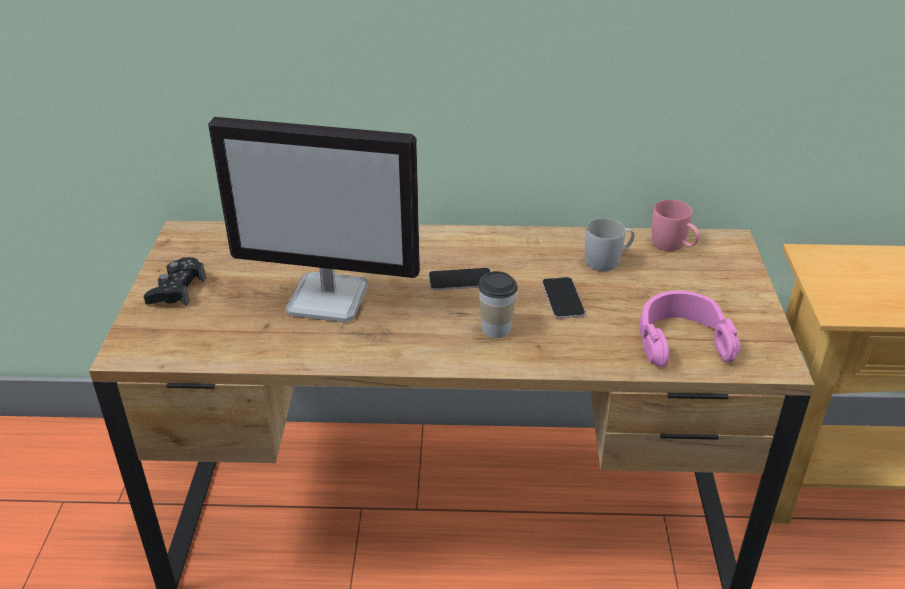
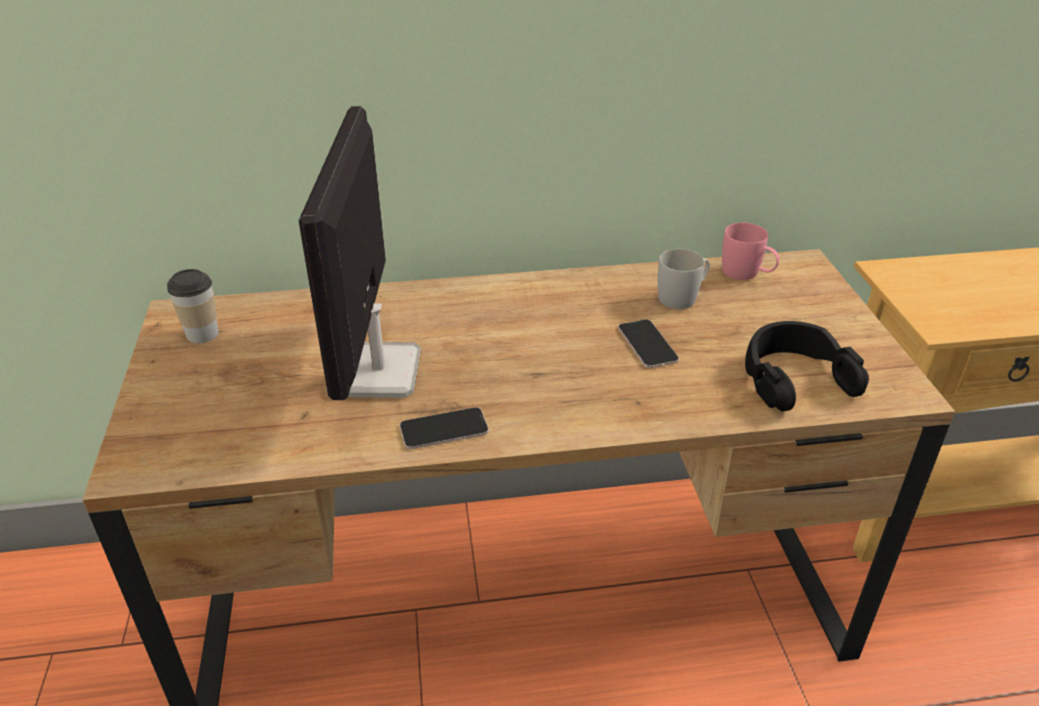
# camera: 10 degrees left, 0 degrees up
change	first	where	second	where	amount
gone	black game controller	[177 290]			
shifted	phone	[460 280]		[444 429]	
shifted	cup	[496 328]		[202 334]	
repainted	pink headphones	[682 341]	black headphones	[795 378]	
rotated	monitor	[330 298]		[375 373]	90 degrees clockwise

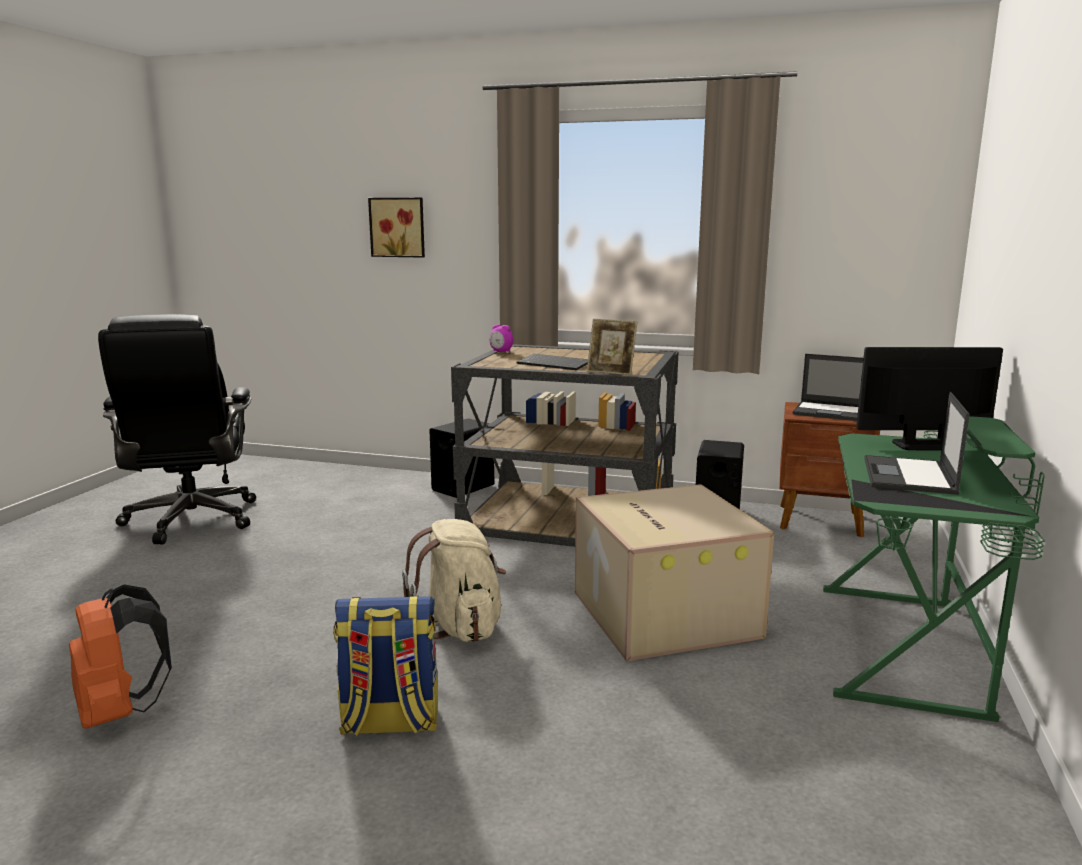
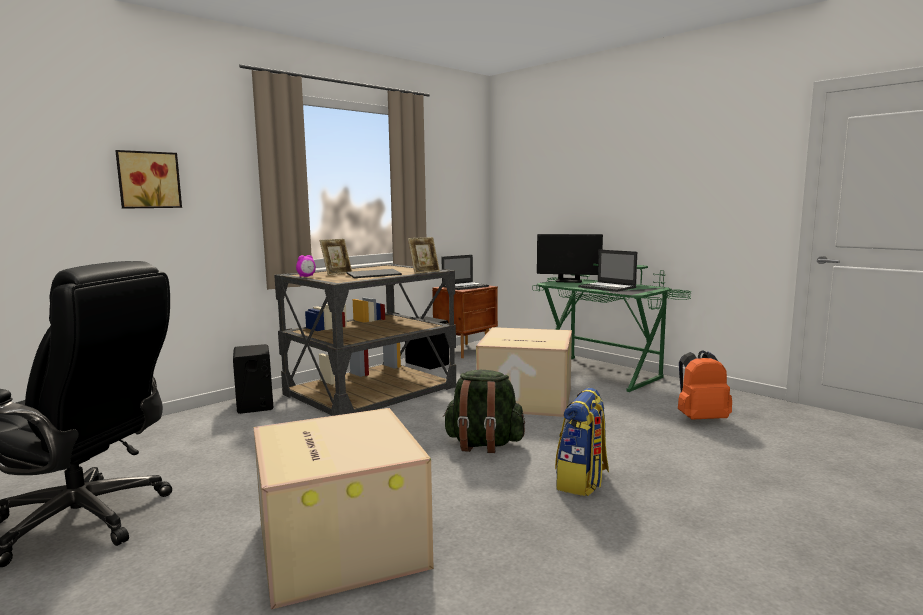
# camera: 60 degrees left, 5 degrees down
change	first	where	second	where	amount
new			cardboard box	[338 544]	
new			picture frame	[337 273]	
shifted	orange backpack	[120 711]		[700 419]	
repainted	beige backpack	[460 626]	green backpack	[483 444]	
rotated	monitor	[923 445]		[568 281]	105 degrees counterclockwise

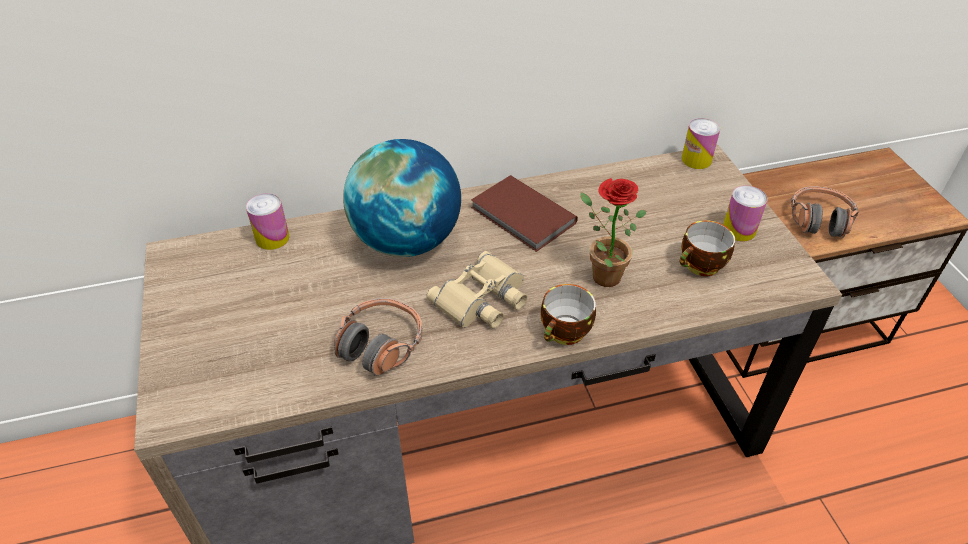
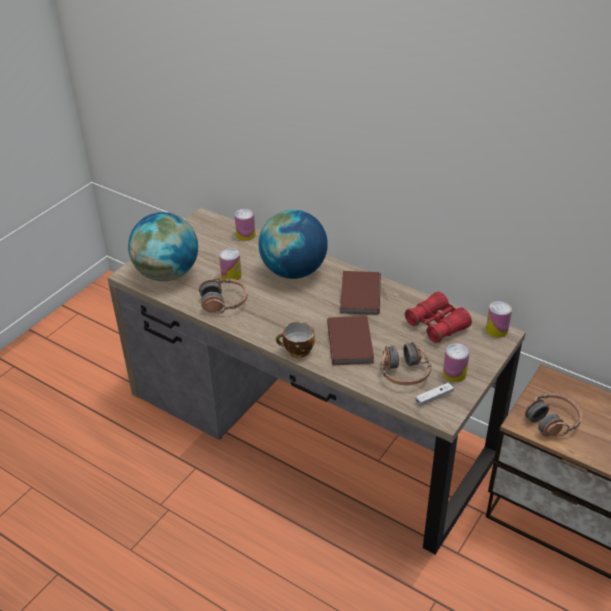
# camera: 50 degrees right, 5 degrees down
change	first	where	second	where	amount
gone	beige binoculars	[483 299]			
new			globe	[167 273]	
new			can	[231 275]	
new			red binoculars	[437 325]	
new			white game controller	[434 397]	
swapped	potted plant	[600 274]	brown book	[351 341]	
swapped	cup	[701 266]	headphones	[404 373]	

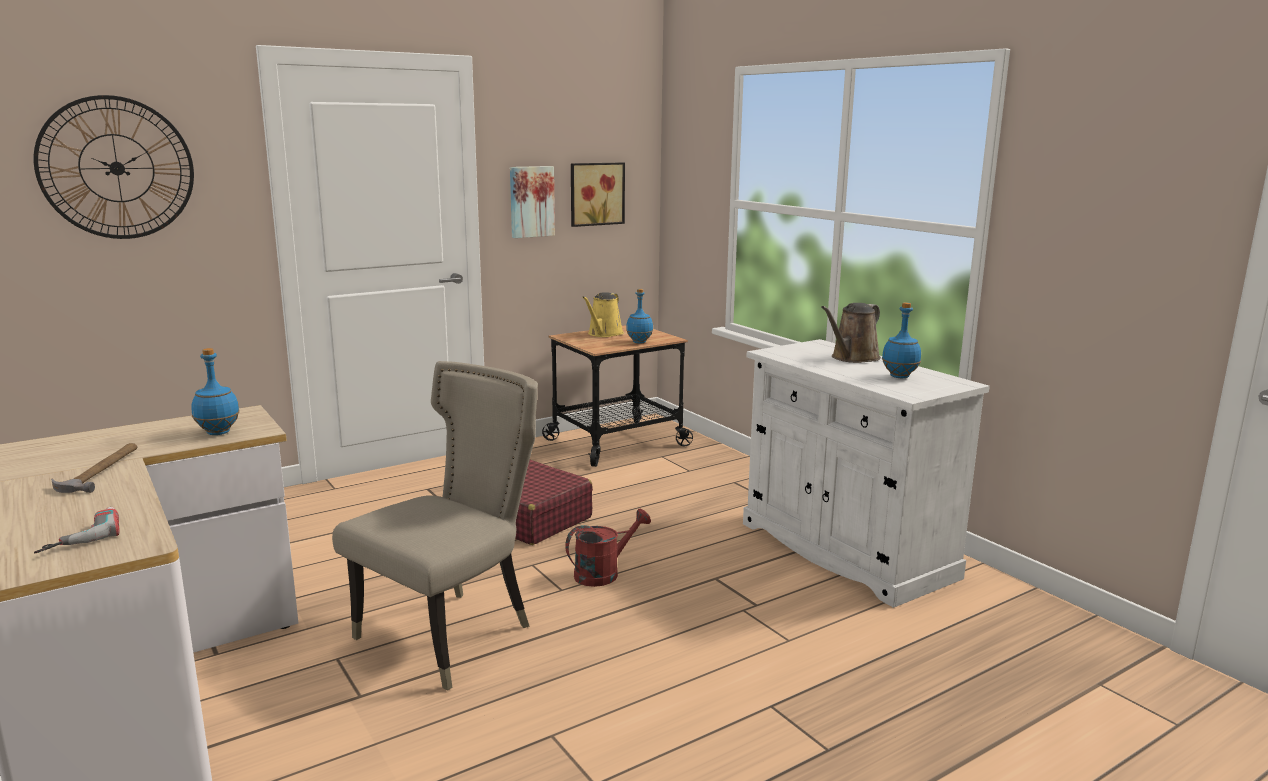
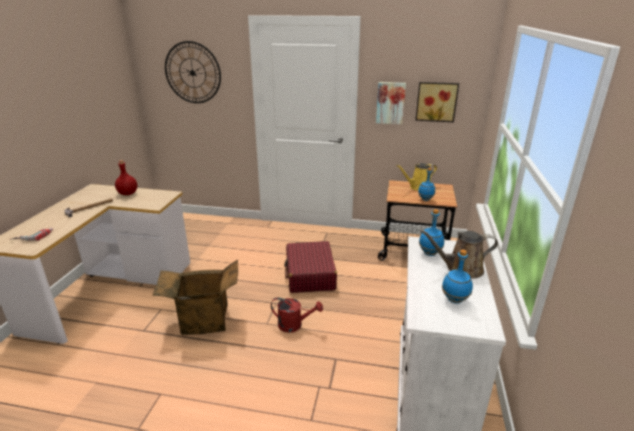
# camera: 45 degrees right, 10 degrees up
change	first	where	second	where	amount
new			red bottle	[128 193]	
shifted	blue bottle	[218 433]		[429 253]	
swapped	beige chair	[452 633]	cardboard box	[204 321]	

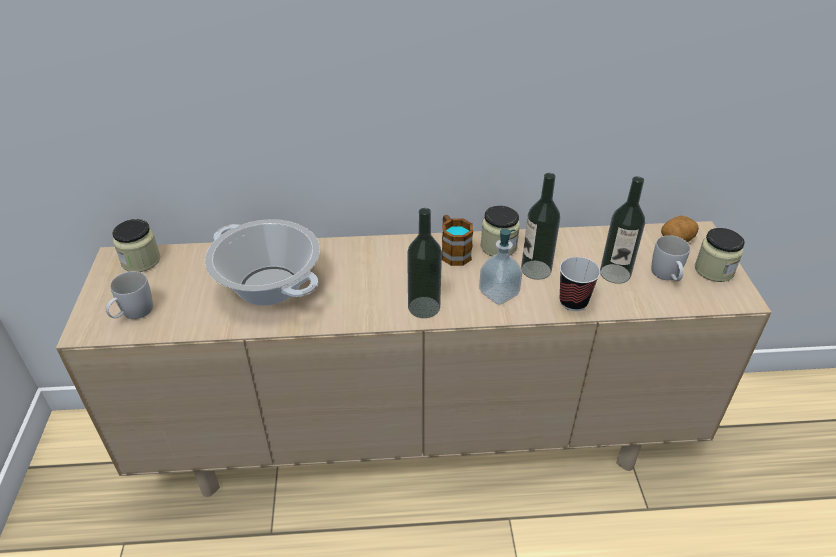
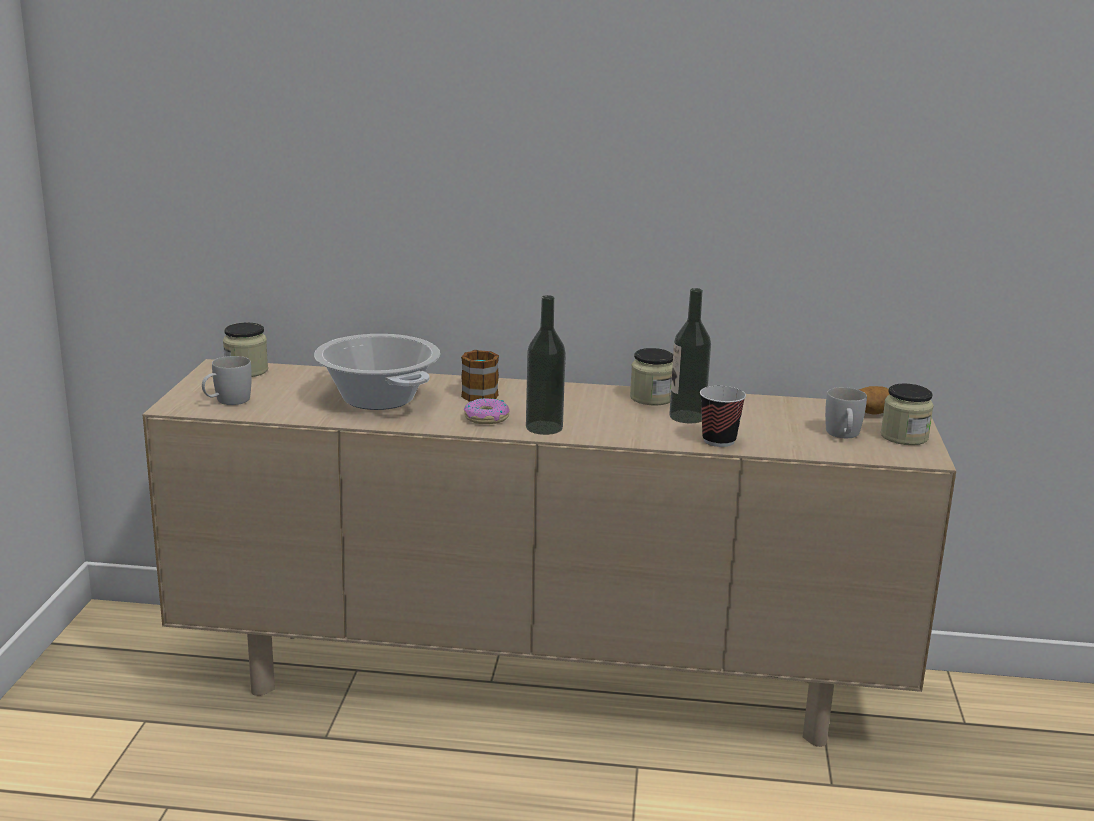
# camera: 10 degrees right, 20 degrees down
change	first	where	second	where	amount
gone	soap dispenser	[499 293]			
gone	bottle	[615 273]			
new			donut	[486 418]	
shifted	mug	[453 251]		[478 393]	

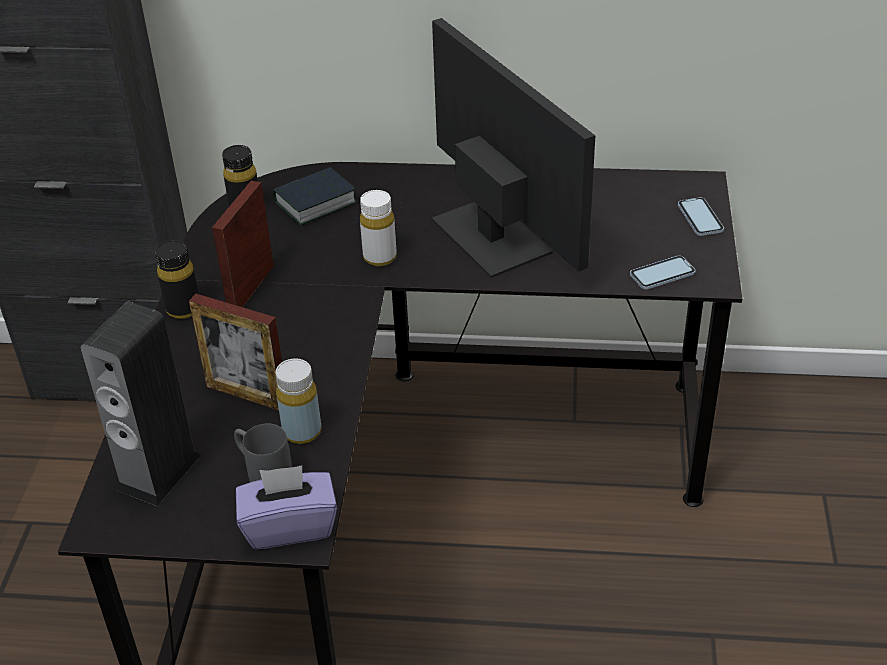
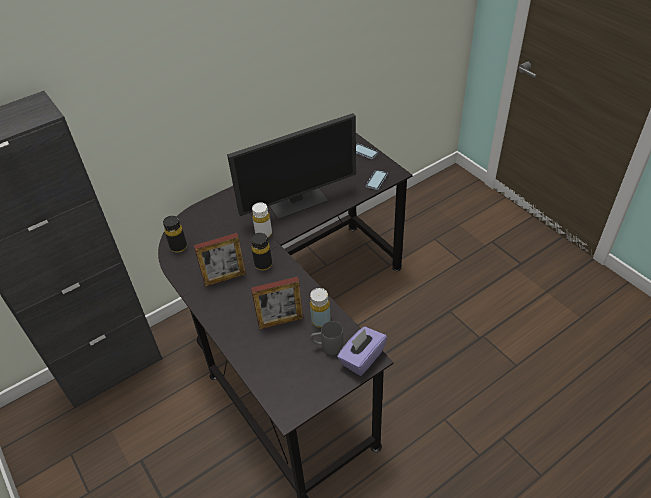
# camera: 40 degrees left, 5 degrees up
change	first	where	second	where	amount
gone	speaker	[158 472]			
gone	book	[315 203]			
shifted	black bottle	[183 309]		[263 264]	
rotated	picture frame	[251 288]		[225 278]	90 degrees counterclockwise
rotated	monitor	[491 235]		[296 200]	135 degrees clockwise

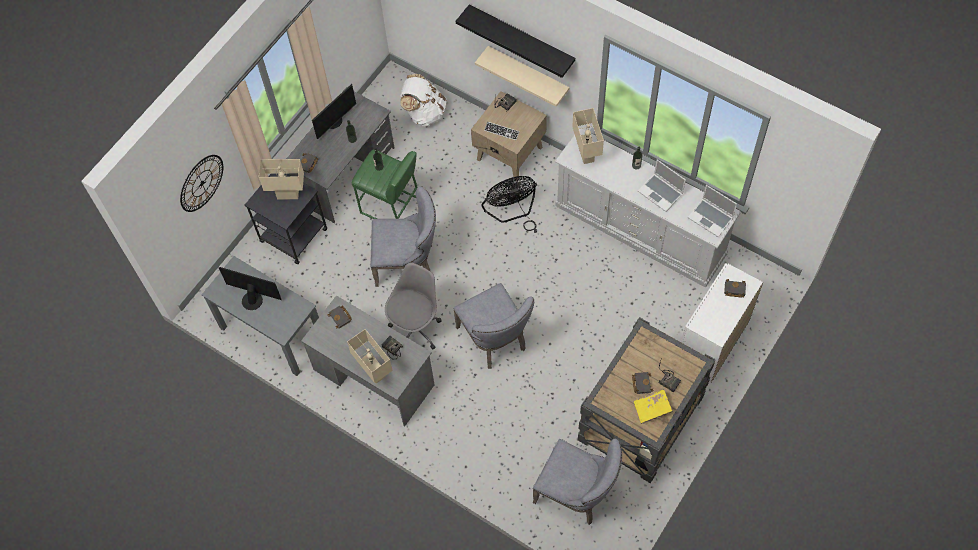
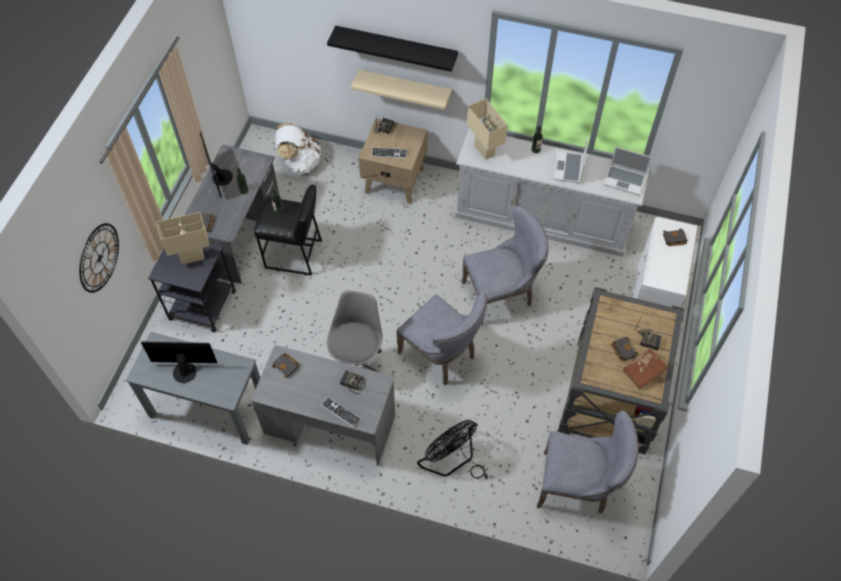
# camera: 20 degrees left, 5 degrees down
change	first	where	second	where	amount
shifted	grey chair	[408 262]		[501 294]	
shifted	black fan	[514 212]		[455 459]	
swapped	beige table lamp	[374 372]	keyboard	[340 412]	
repainted	green stool	[391 206]	black stool	[294 254]	
repainted	yellow book	[652 409]	brown book	[643 372]	
rotated	monitor	[334 121]		[220 178]	135 degrees clockwise
rotated	laptop	[661 193]		[569 168]	75 degrees clockwise

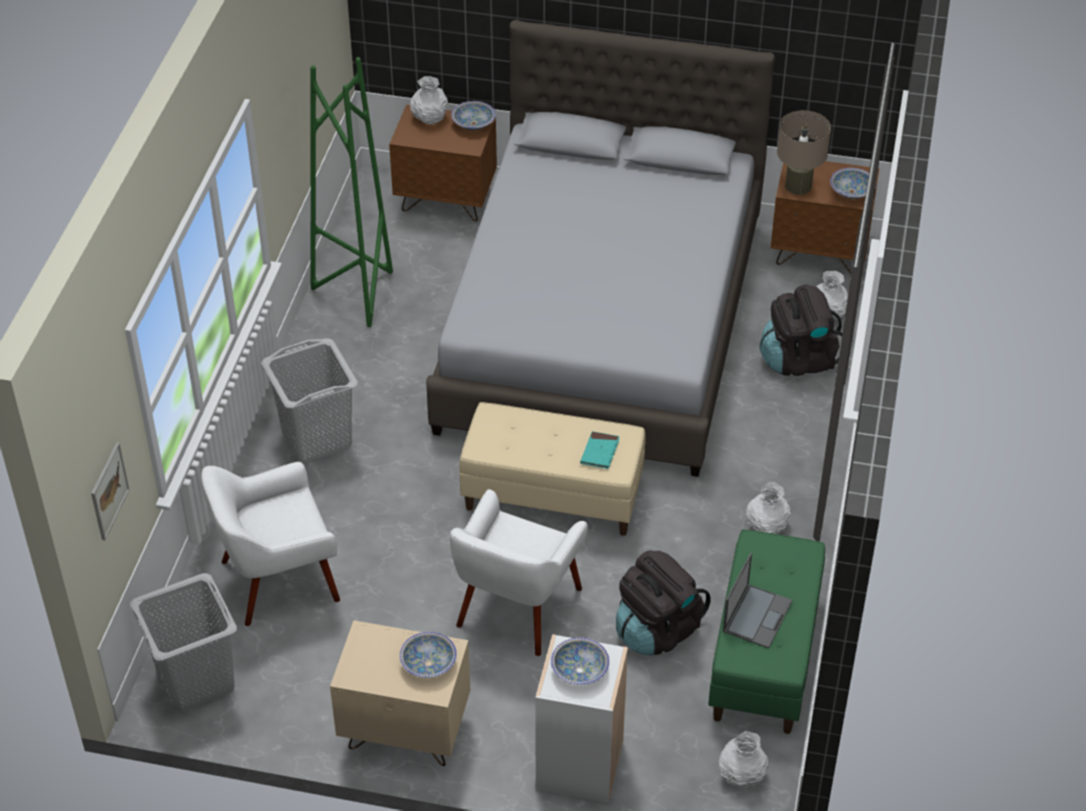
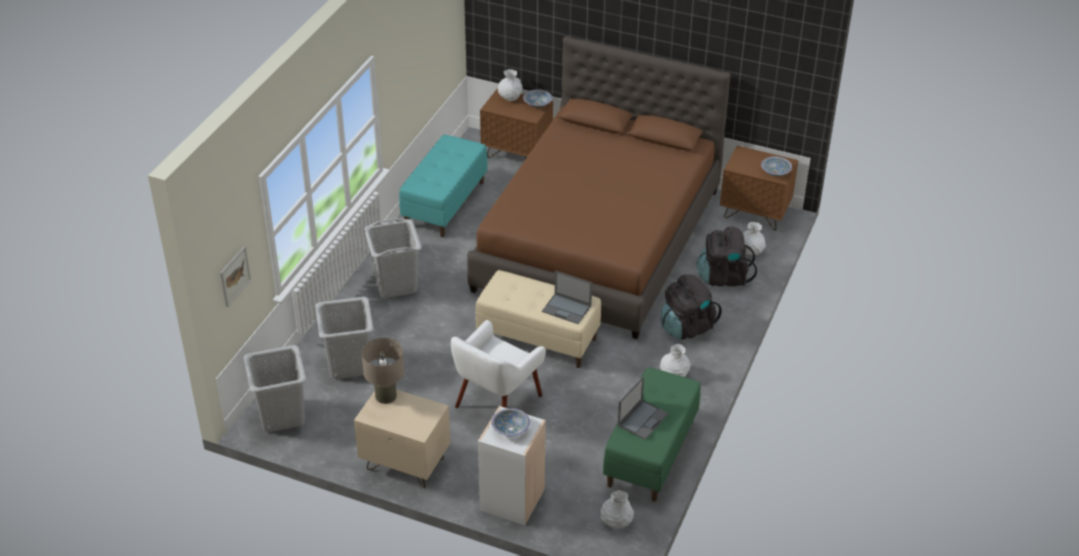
# camera: 10 degrees right, 5 degrees down
change	first	where	second	where	amount
gone	bowl	[428 663]			
shifted	black backpack	[657 630]		[686 327]	
shifted	beige table lamp	[798 186]		[386 395]	
swapped	white armchair	[277 579]	grey laundry basket	[348 364]	
swapped	green clothes rack	[357 295]	turquoise bench	[444 204]	
swapped	turquoise book	[600 452]	laptop	[567 309]	
repainted	grey bed	[602 324]	brown bed	[599 239]	

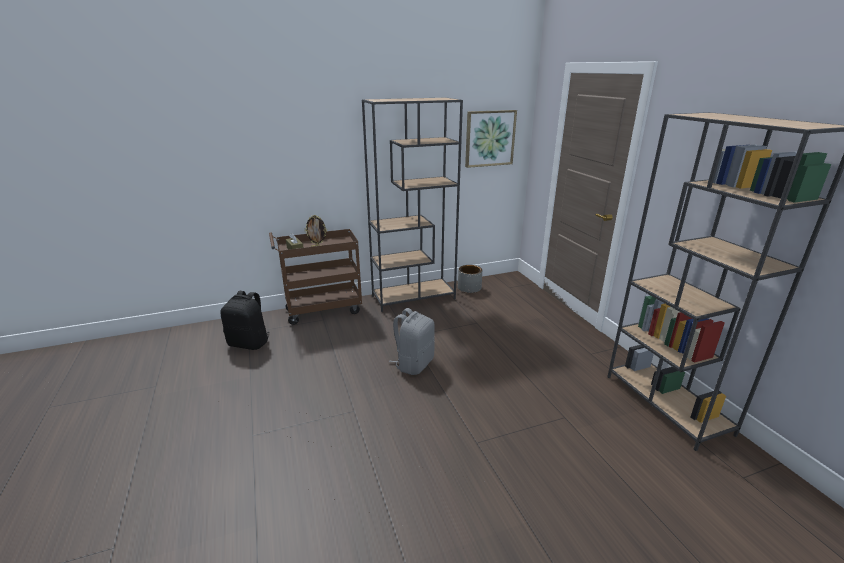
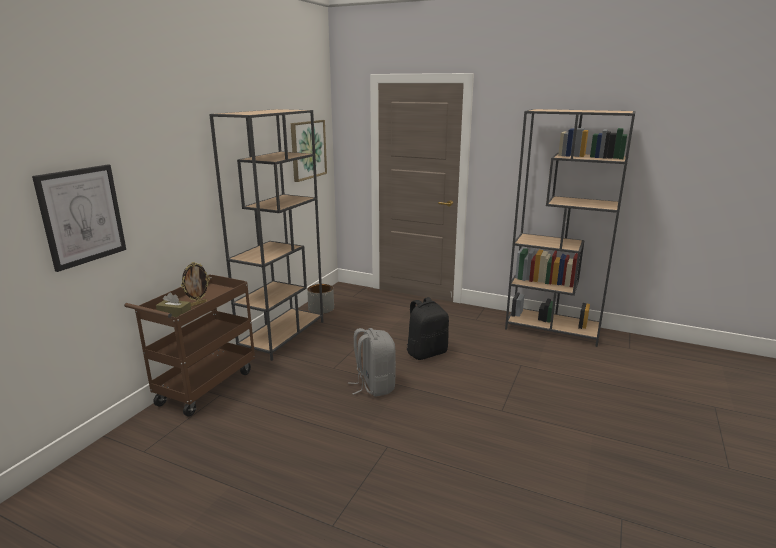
# camera: 45 degrees left, 5 degrees down
change	first	where	second	where	amount
new			picture	[82 216]	
shifted	black backpack	[249 343]		[426 352]	

